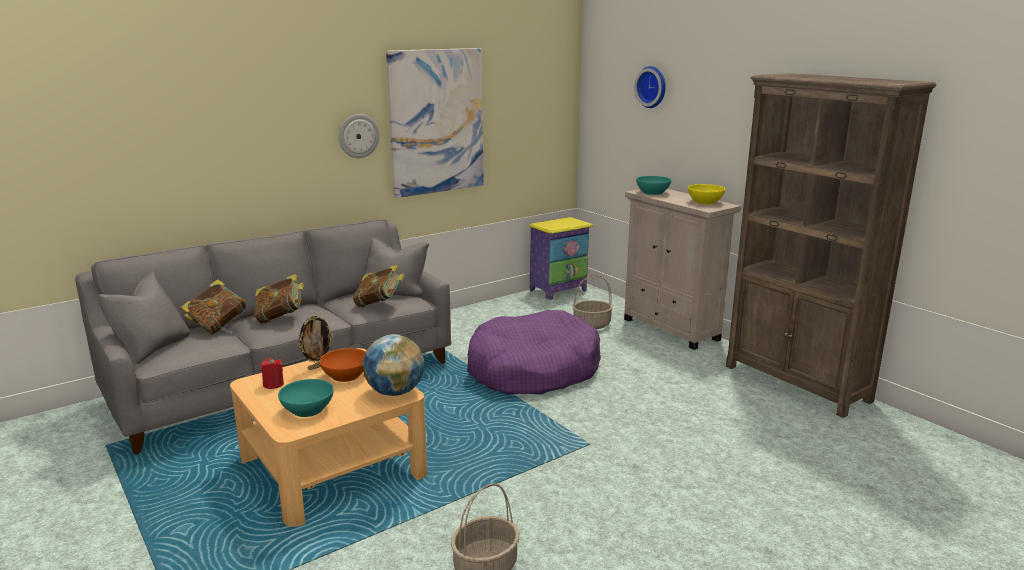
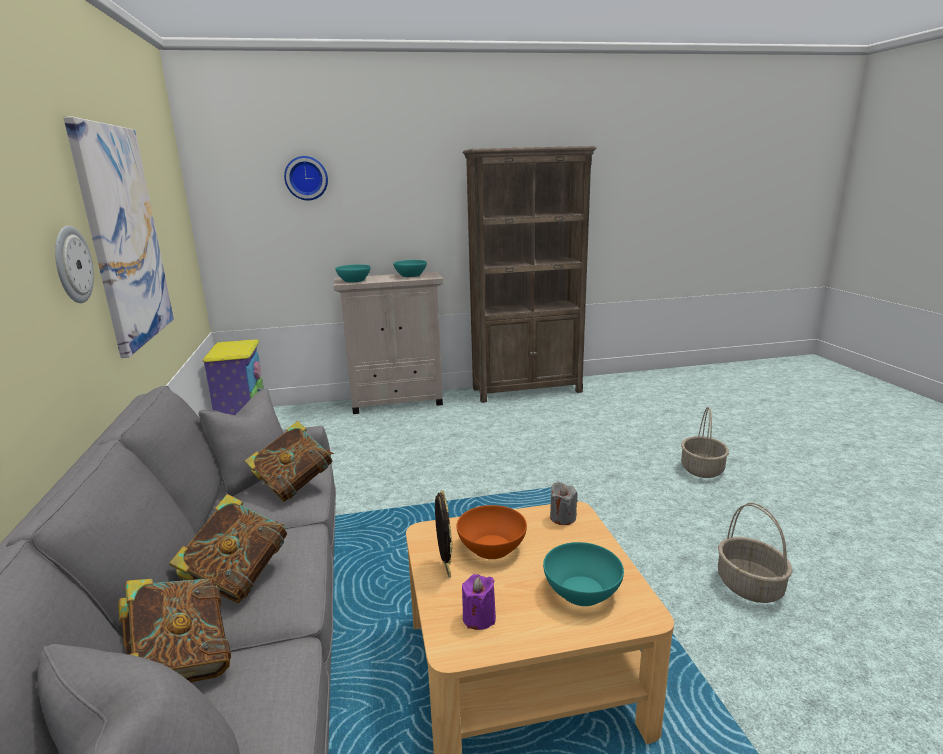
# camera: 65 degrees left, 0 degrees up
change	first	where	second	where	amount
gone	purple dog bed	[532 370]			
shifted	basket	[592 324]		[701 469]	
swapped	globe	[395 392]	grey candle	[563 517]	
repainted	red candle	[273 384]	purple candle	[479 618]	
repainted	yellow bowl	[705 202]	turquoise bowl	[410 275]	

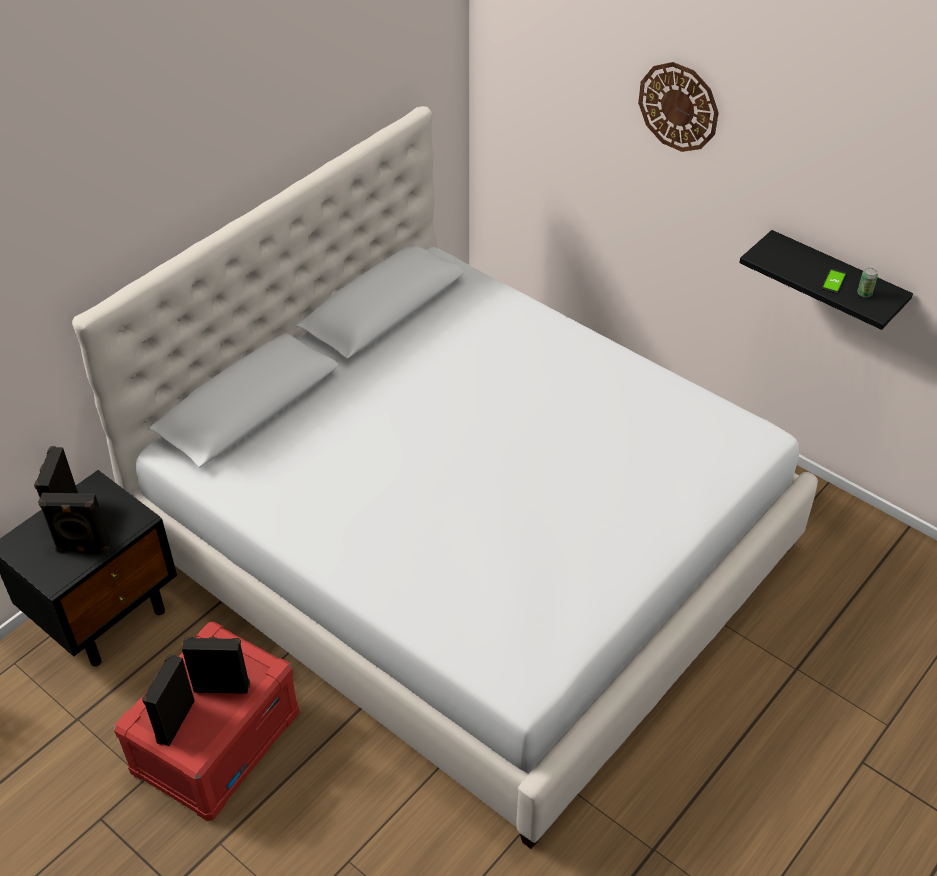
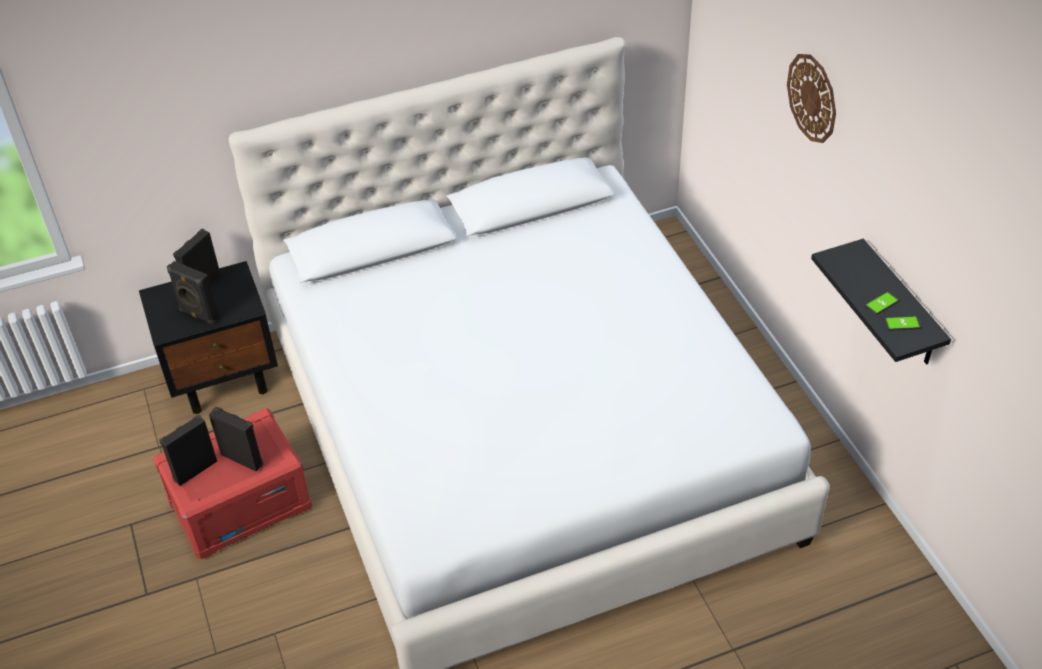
# camera: 30 degrees right, 0 degrees up
change	first	where	second	where	amount
swapped	can	[864 293]	phone	[902 324]	

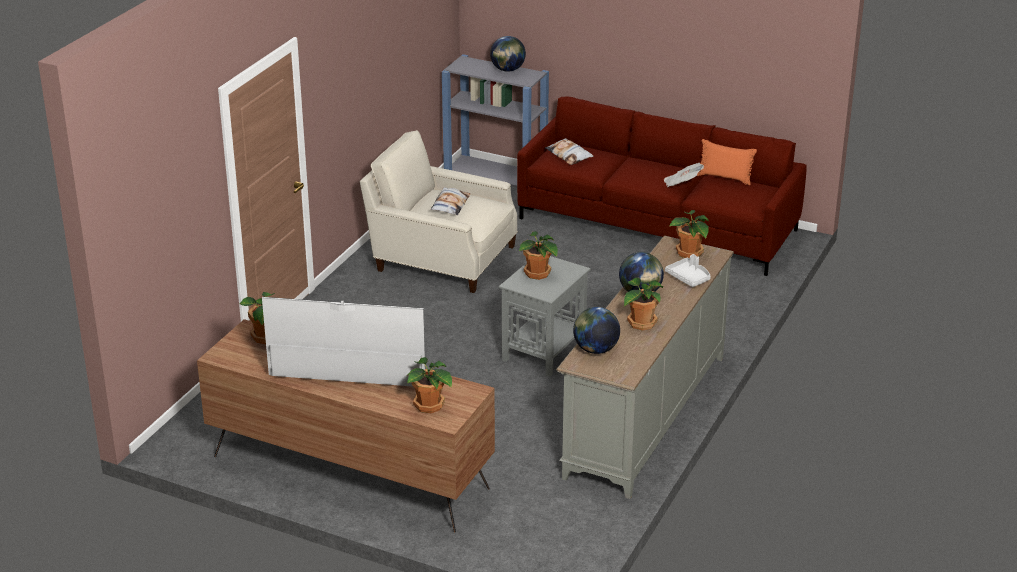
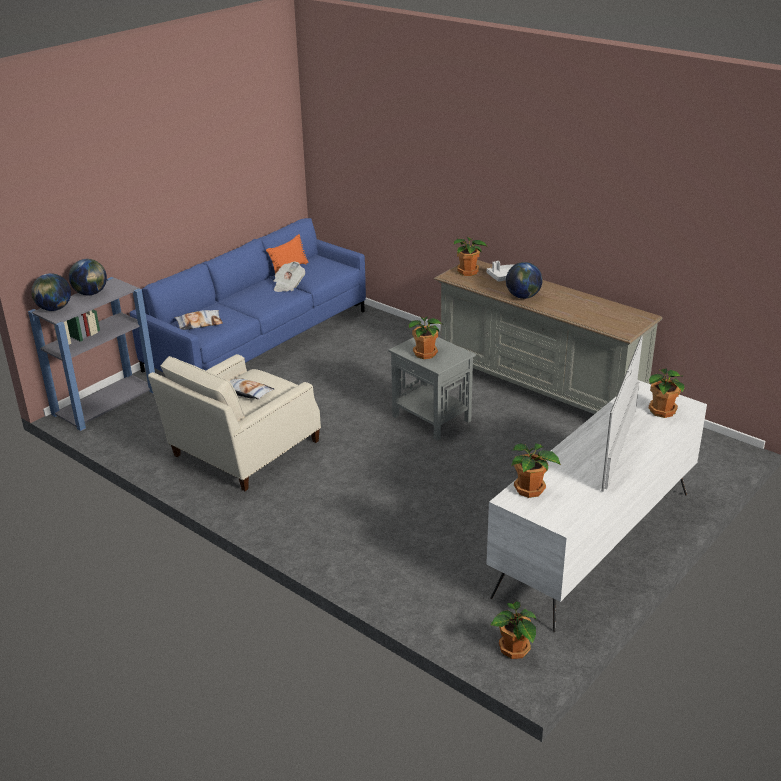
# camera: 75 degrees left, 0 degrees up
change	first	where	second	where	amount
shifted	globe	[595 349]		[54 309]	
shifted	potted plant	[640 323]		[514 650]	
repainted	brown tv stand	[348 473]	white tv stand	[594 544]	
repainted	red sofa	[657 225]	blue sofa	[259 340]	

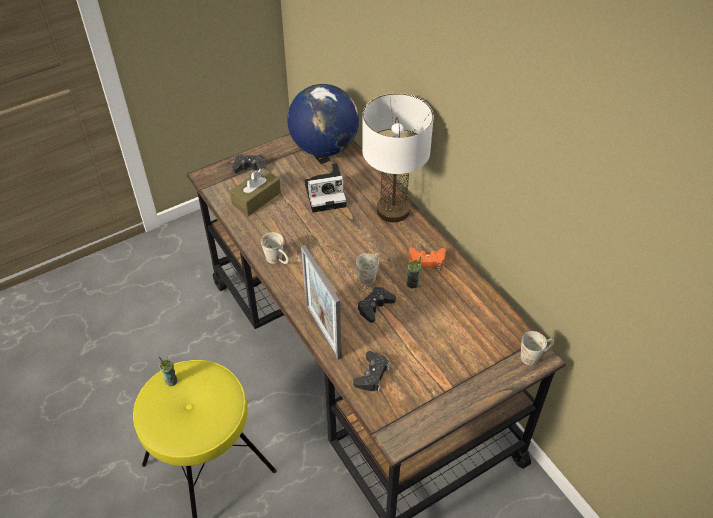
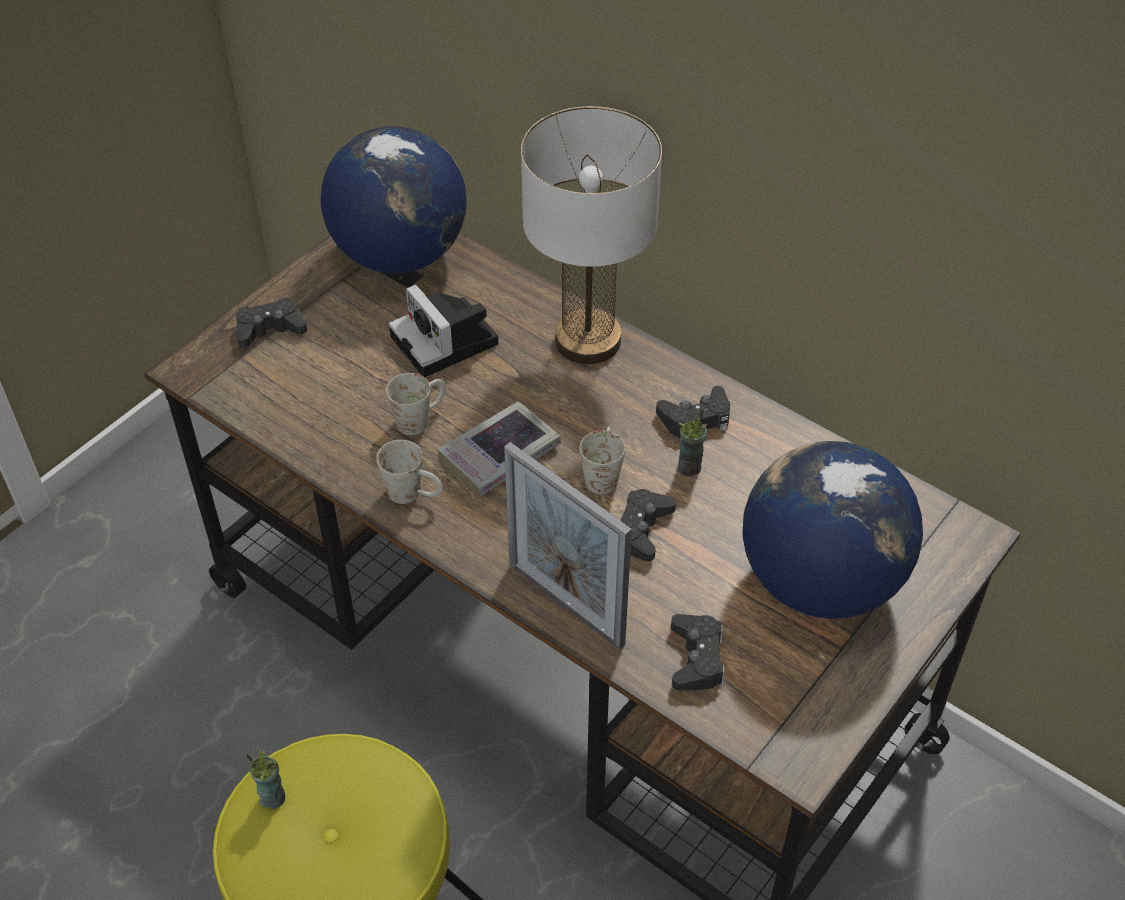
# camera: 20 degrees left, 0 degrees up
change	first	where	second	where	amount
gone	brown tissue box	[256 198]			
new			book	[499 455]	
new			globe	[819 581]	
shifted	white mug	[534 356]		[420 418]	
repainted	orange game controller	[427 261]	black game controller	[695 419]	
rotated	photo camera	[327 194]		[447 342]	90 degrees clockwise

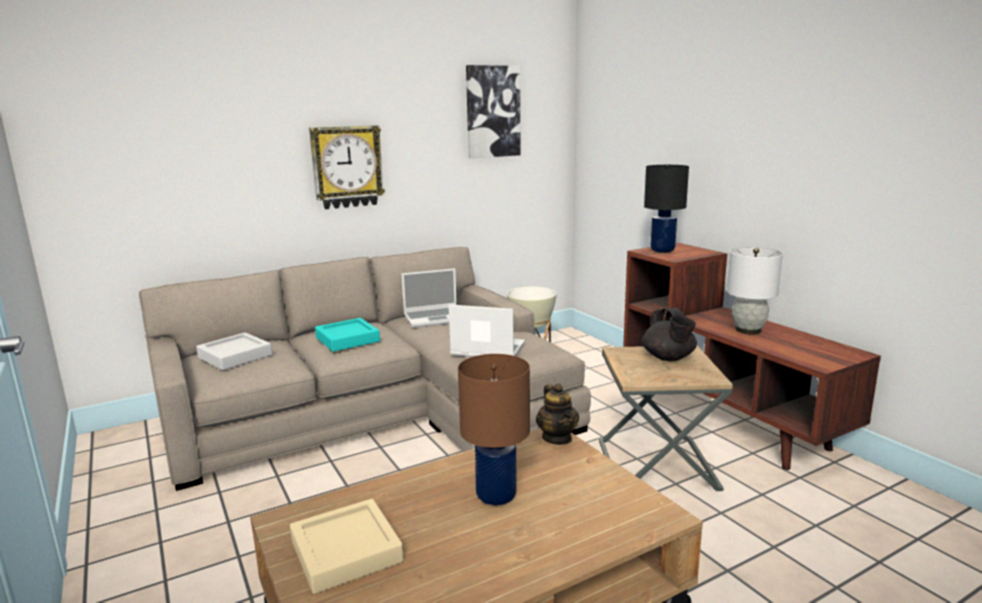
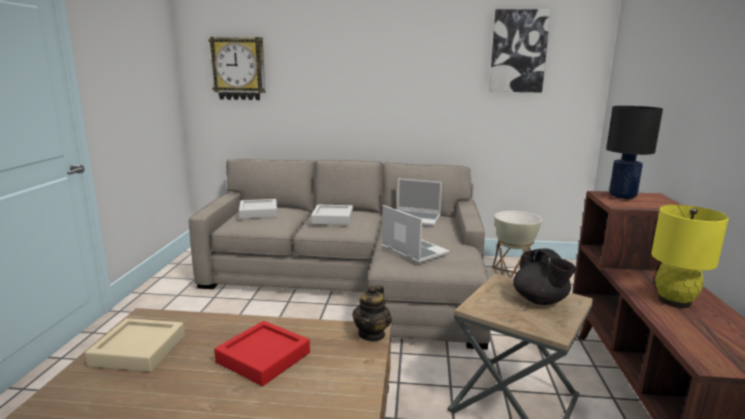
# camera: 35 degrees right, 0 degrees up
change	first	where	second	where	amount
shifted	wall clock	[347 167]		[239 69]	
swapped	brown table lamp	[495 497]	red tray	[263 357]	
repainted	turquoise tray	[347 339]	grey tray	[332 218]	
repainted	white table lamp	[748 330]	yellow table lamp	[674 301]	
rotated	black teapot	[668 358]		[540 301]	45 degrees counterclockwise

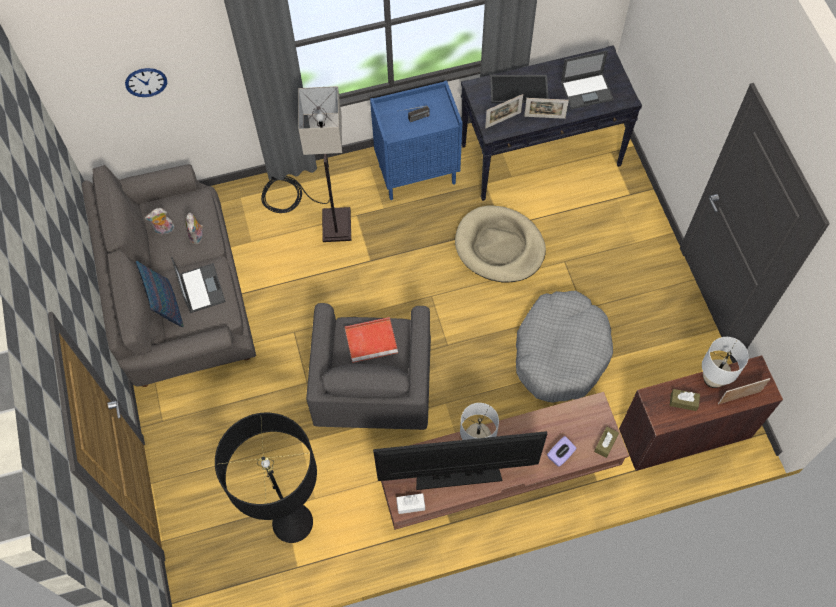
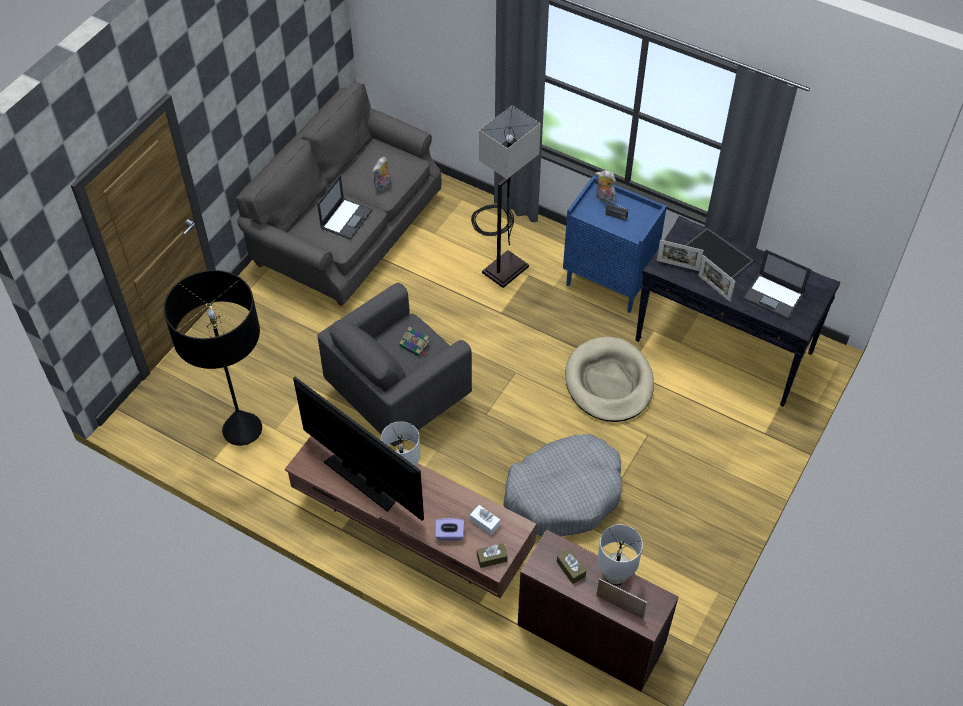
# camera: 45 degrees right, 10 degrees down
change	first	where	second	where	amount
gone	wall clock	[146 82]			
gone	blue pillow	[166 306]			
shifted	plush toy	[164 230]		[604 199]	
shifted	white tissue box	[410 505]		[485 523]	
swapped	red tray	[372 340]	book	[415 345]	

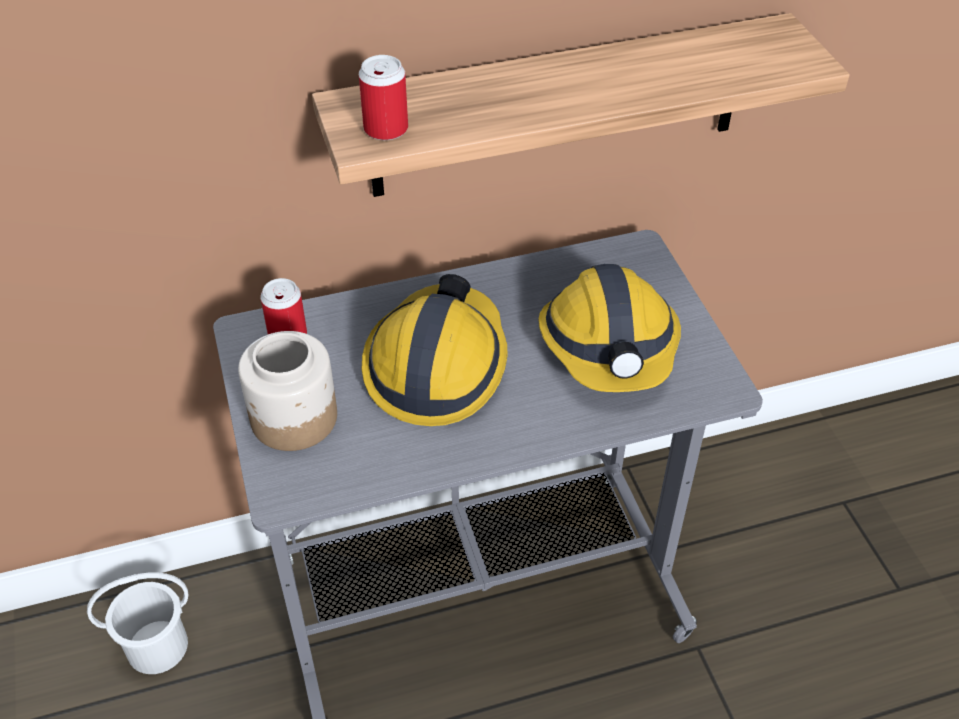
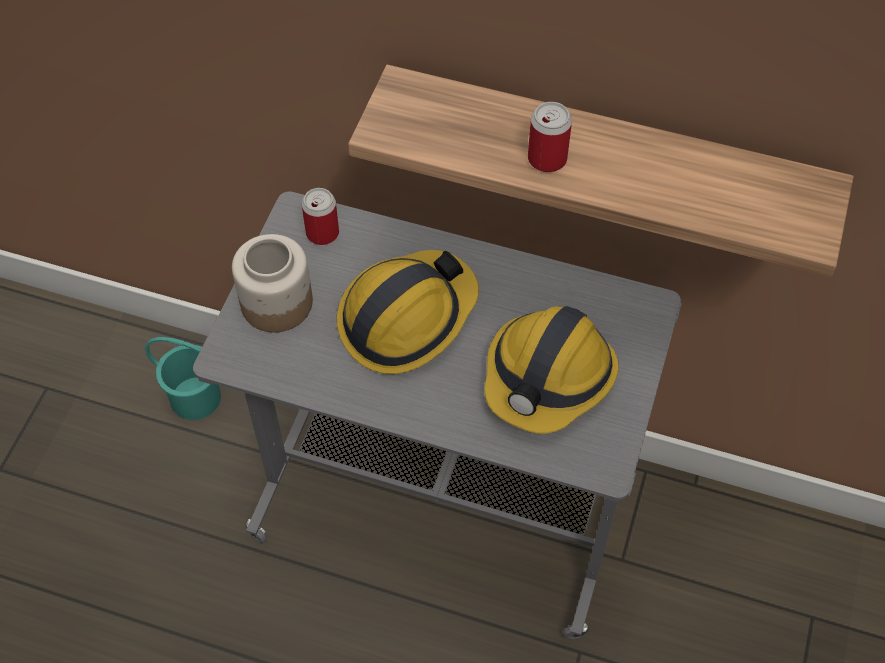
# camera: 35 degrees right, 10 degrees up
change	first	where	second	where	amount
shifted	can	[386 129]		[547 159]	
repainted	white bucket	[156 645]	turquoise bucket	[195 397]	

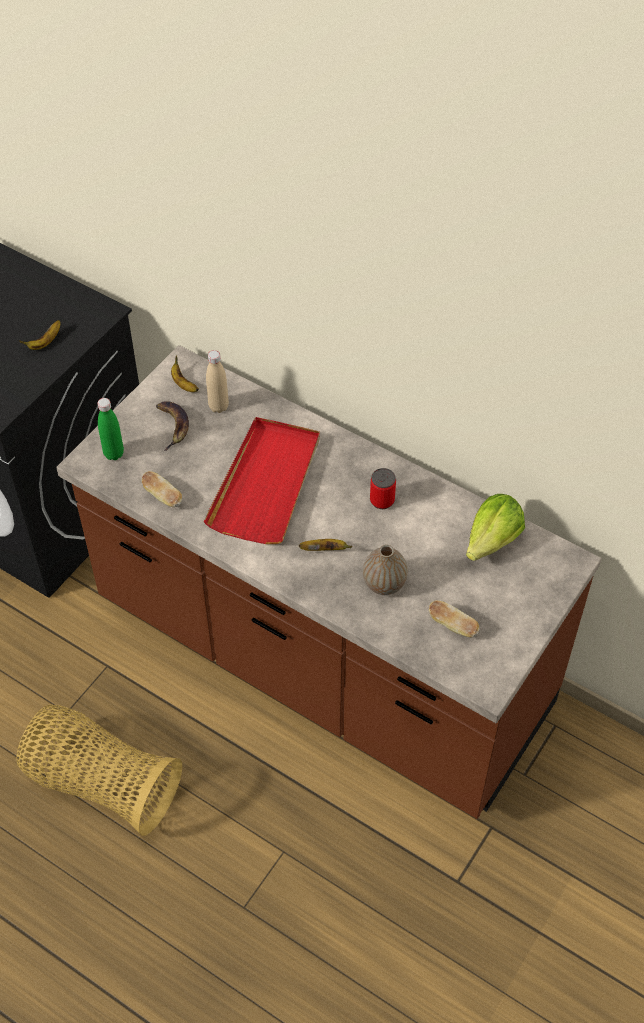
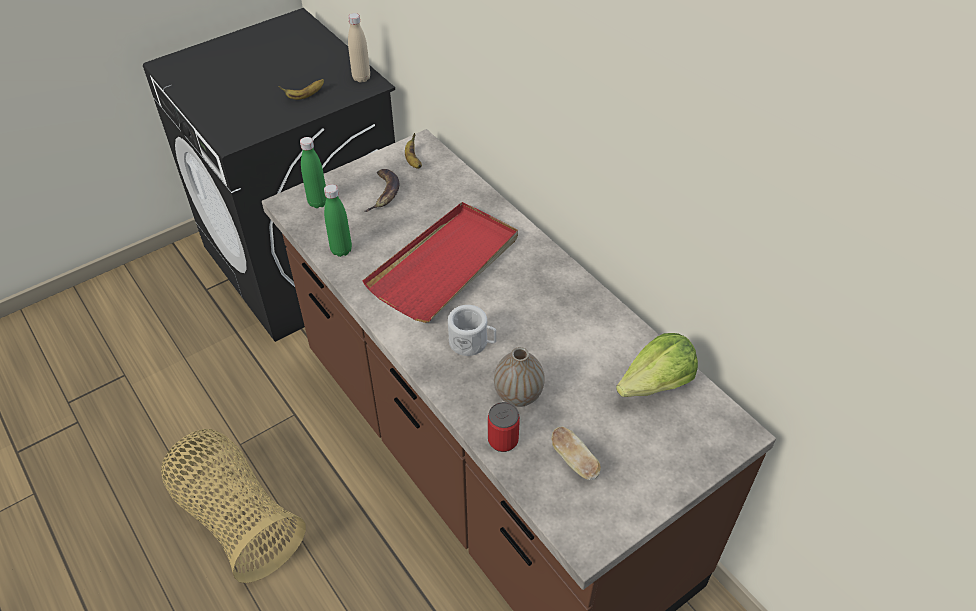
# camera: 20 degrees right, 5 degrees down
change	first	where	second	where	amount
shifted	beige bottle	[218 406]		[361 78]	
shifted	can	[382 500]		[503 440]	
swapped	bread	[162 496]	green bottle	[341 250]	
swapped	banana	[325 550]	white mug	[472 343]	

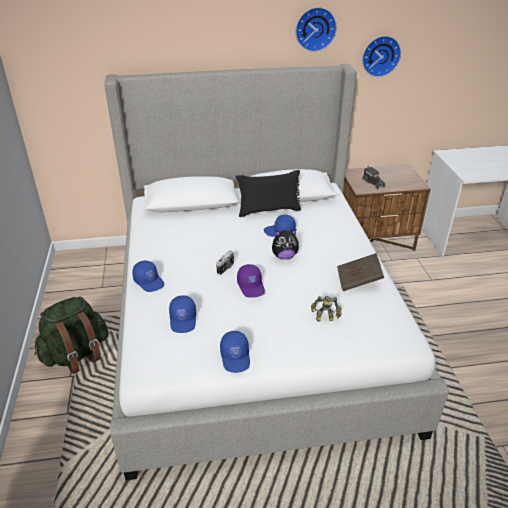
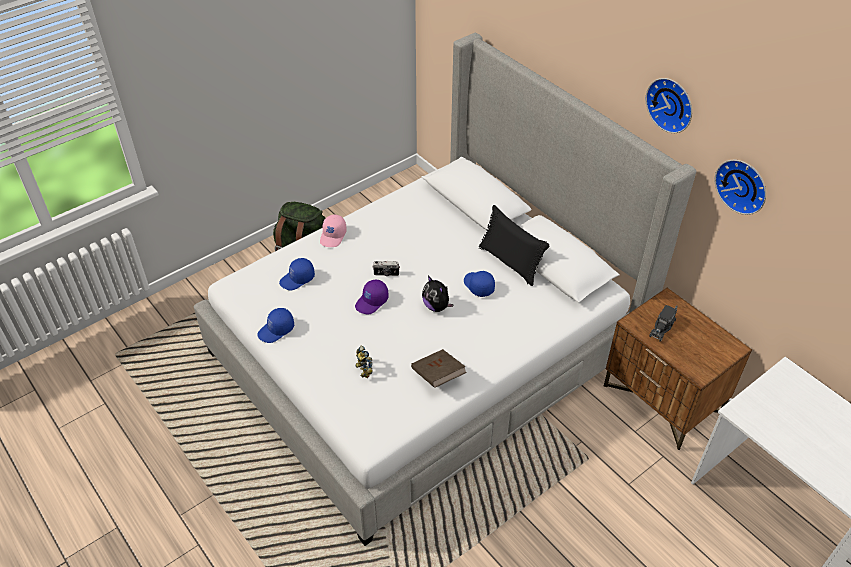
# camera: 60 degrees right, 10 degrees up
change	first	where	second	where	amount
repainted	blue cap	[149 281]	pink cap	[333 236]	

